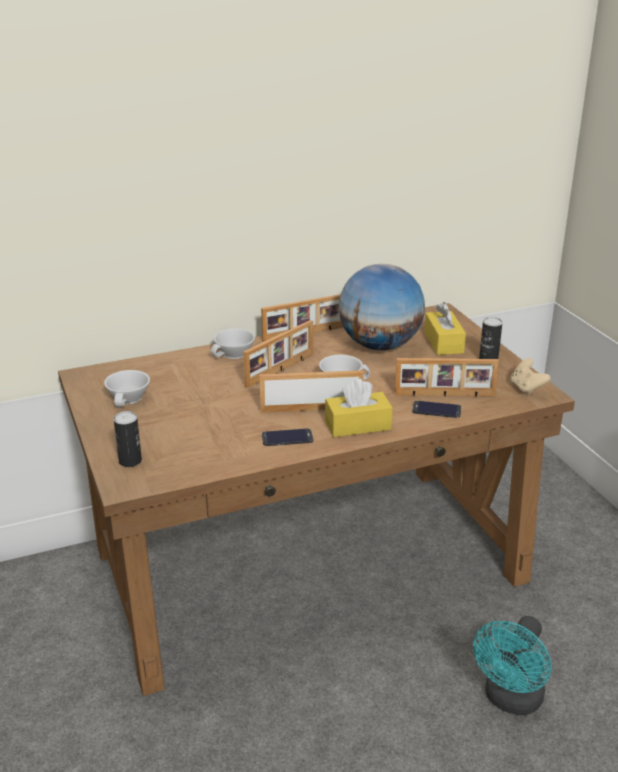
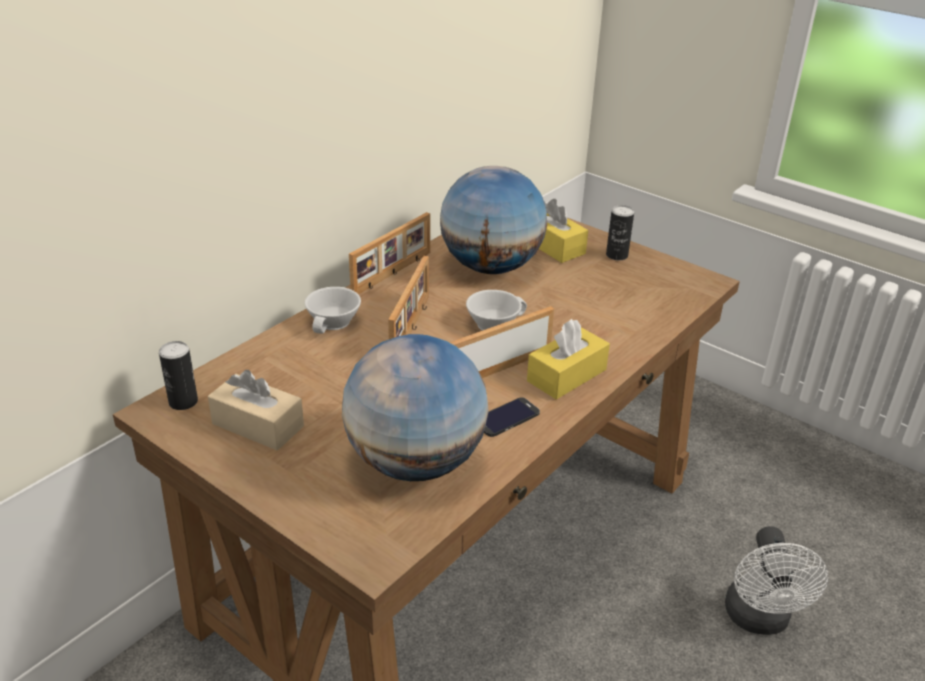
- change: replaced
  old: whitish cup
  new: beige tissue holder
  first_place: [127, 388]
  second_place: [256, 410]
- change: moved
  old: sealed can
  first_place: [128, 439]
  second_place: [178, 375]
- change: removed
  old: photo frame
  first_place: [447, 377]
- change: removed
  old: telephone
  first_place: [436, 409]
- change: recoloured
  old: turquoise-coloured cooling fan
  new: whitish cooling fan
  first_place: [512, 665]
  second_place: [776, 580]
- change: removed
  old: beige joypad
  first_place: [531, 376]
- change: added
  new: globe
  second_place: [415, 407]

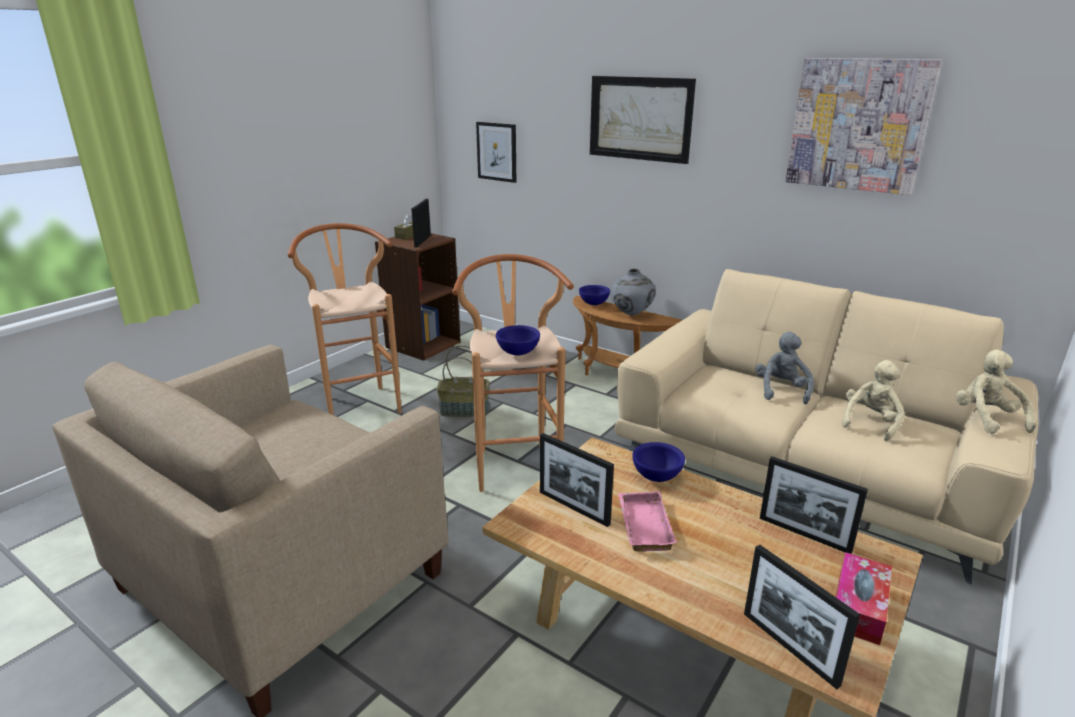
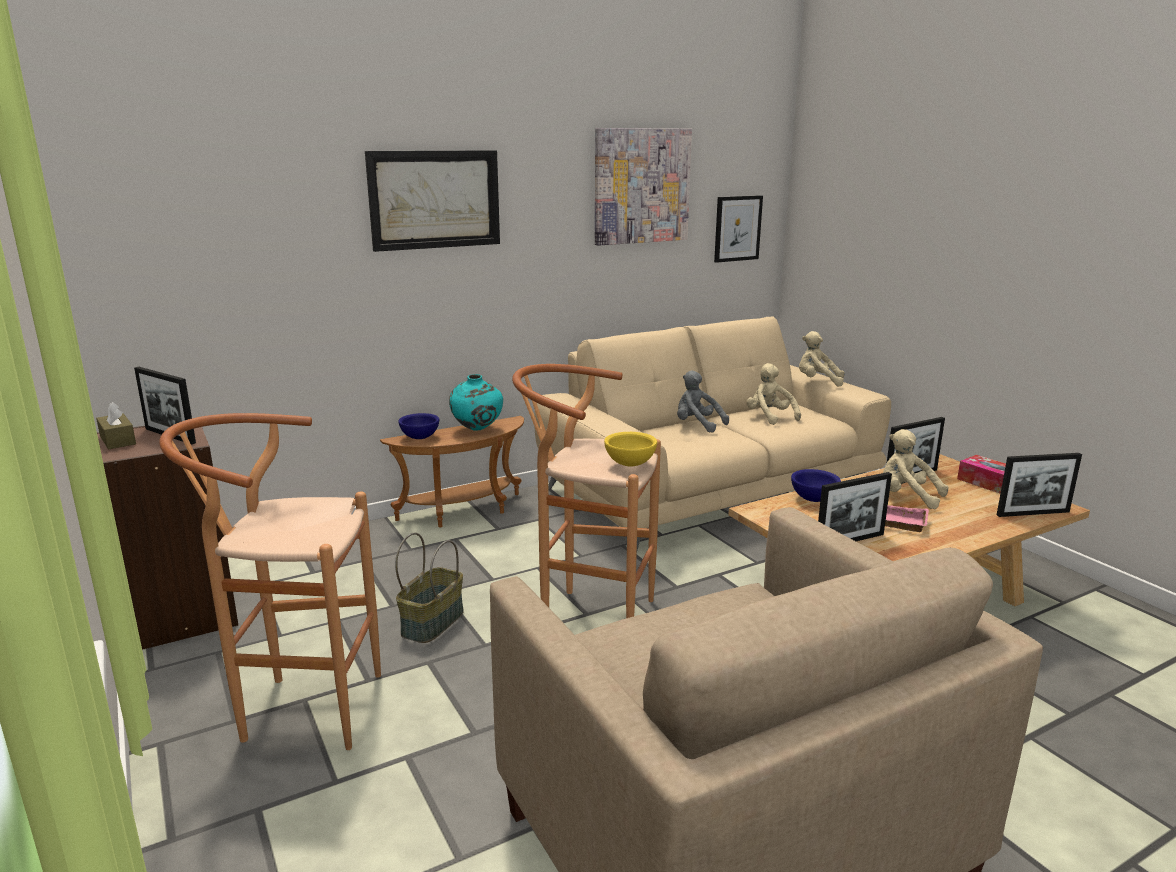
- change: moved
  old: picture
  first_place: [496, 152]
  second_place: [738, 229]
- change: recoloured
  old: blue deep dish
  new: yellowish deep dish
  first_place: [518, 340]
  second_place: [630, 449]
- change: recoloured
  old: gray flower vase
  new: turquoise-coloured flower vase
  first_place: [633, 292]
  second_place: [476, 402]
- change: added
  new: beige plush toy
  second_place: [916, 469]

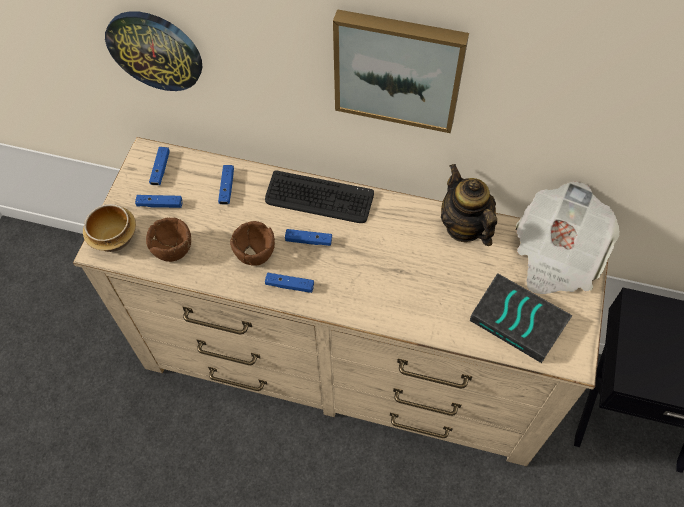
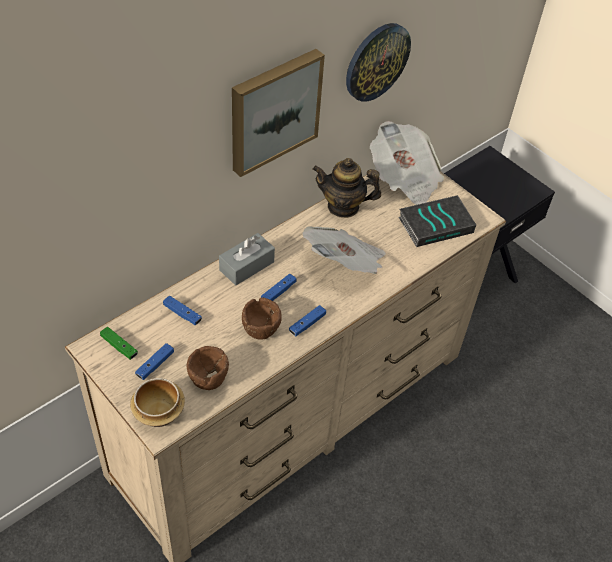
- change: moved
  old: wall clock
  first_place: [153, 51]
  second_place: [378, 62]
- change: recoloured
  old: blue joypad
  new: green joypad
  first_place: [159, 166]
  second_place: [119, 343]
- change: replaced
  old: computer keyboard
  new: gray tissue holder
  first_place: [319, 196]
  second_place: [247, 259]
- change: added
  new: printed paper
  second_place: [344, 250]

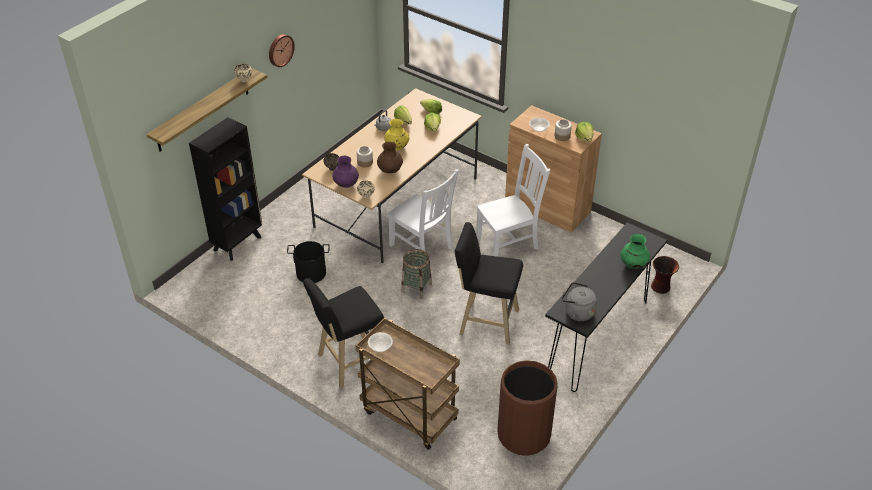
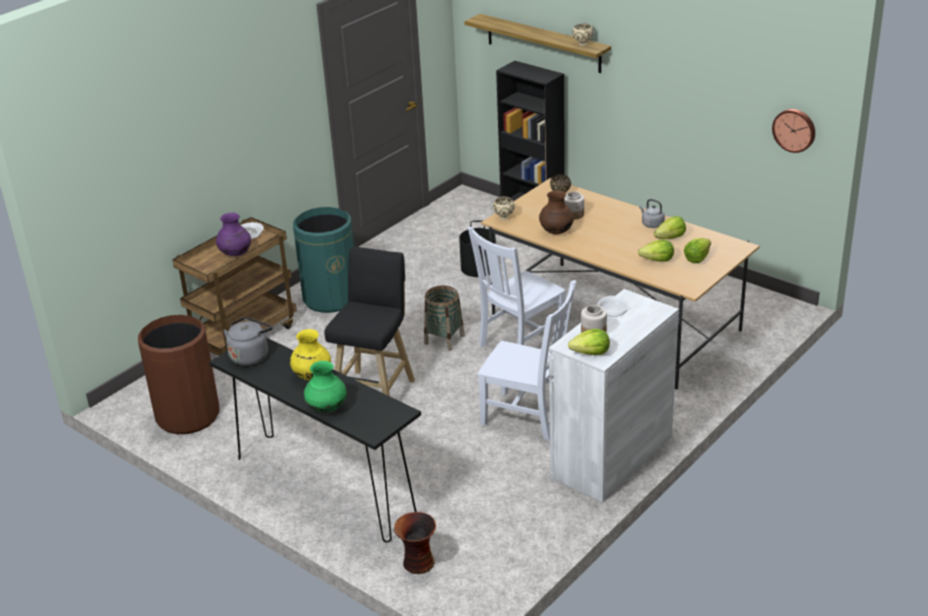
- change: moved
  old: wall clock
  first_place: [282, 50]
  second_place: [793, 131]
- change: replaced
  old: blackish stool
  new: green rubbish bin
  first_place: [343, 333]
  second_place: [323, 260]
- change: moved
  old: purple-coloured flower vase
  first_place: [345, 172]
  second_place: [233, 234]
- change: moved
  old: yellowish flower vase
  first_place: [396, 134]
  second_place: [310, 355]
- change: turned
  old: whitish chair
  first_place: [513, 200]
  second_place: [527, 360]
  degrees: -45
- change: recoloured
  old: brown-coloured storage cabinet
  new: whitish storage cabinet
  first_place: [553, 169]
  second_place: [614, 396]

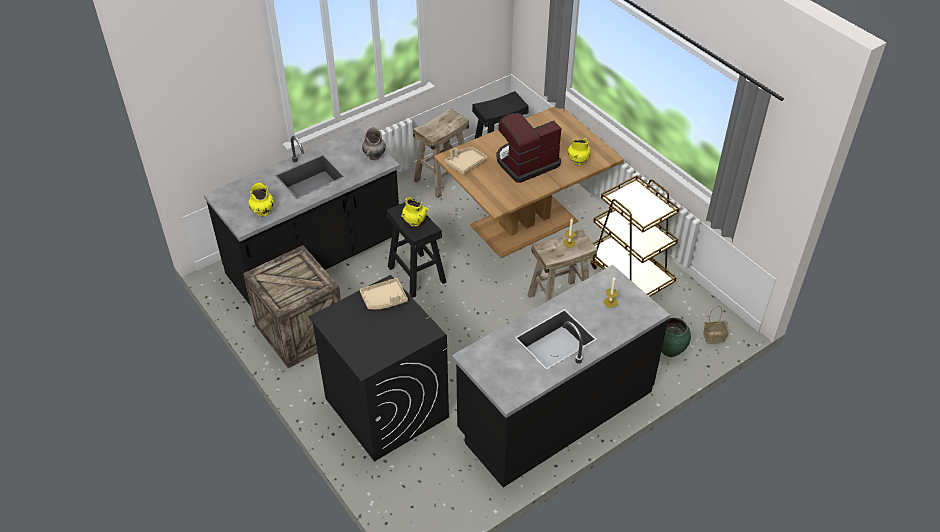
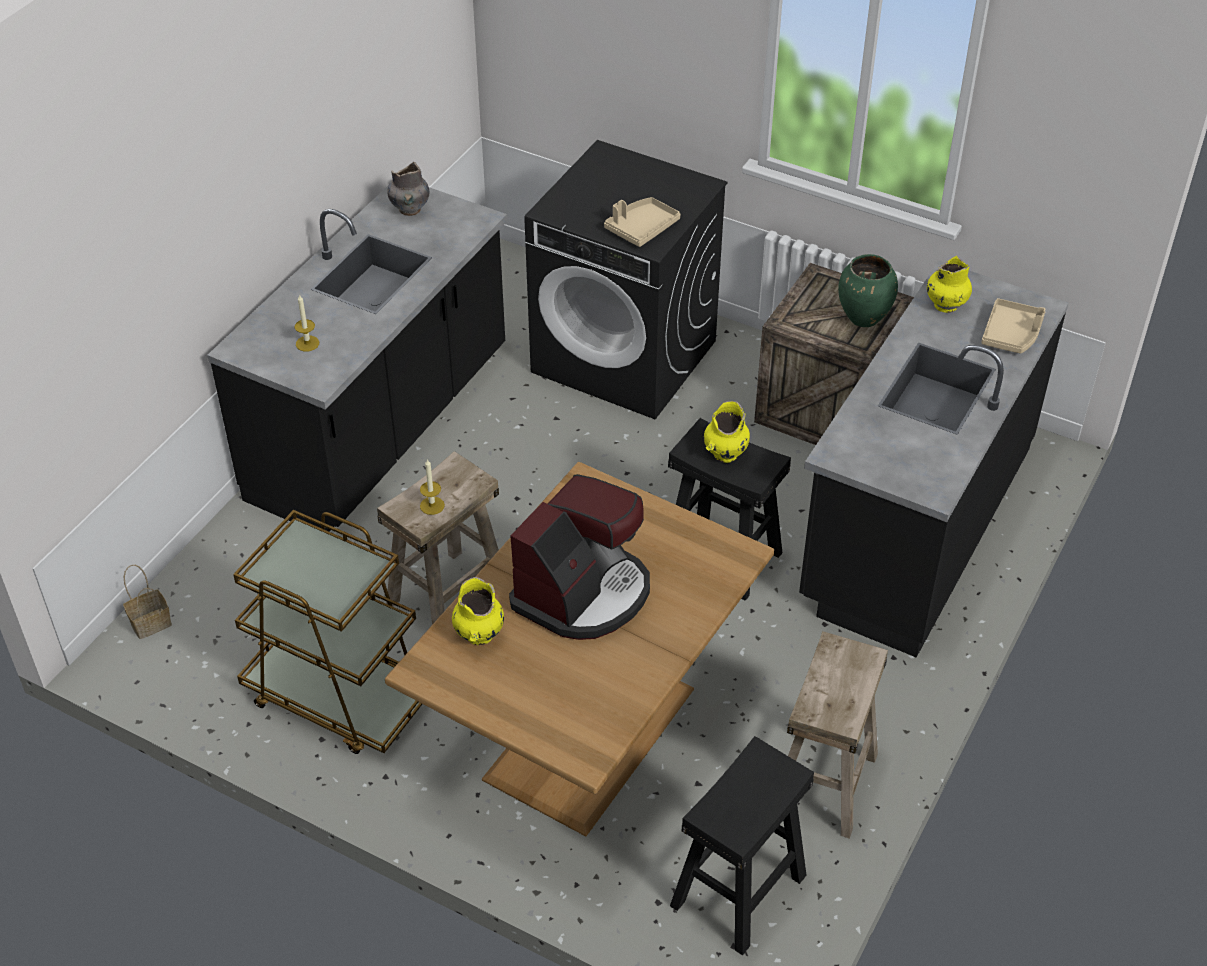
- change: moved
  old: gray flower vase
  first_place: [374, 143]
  second_place: [408, 189]
- change: moved
  old: beige carrying tray
  first_place: [466, 160]
  second_place: [1013, 326]
- change: moved
  old: green flower vase
  first_place: [676, 337]
  second_place: [868, 290]

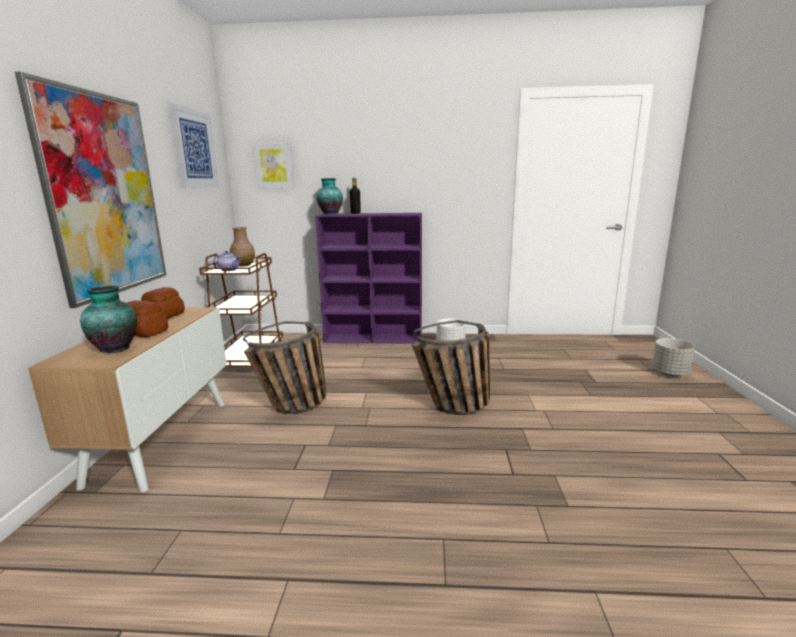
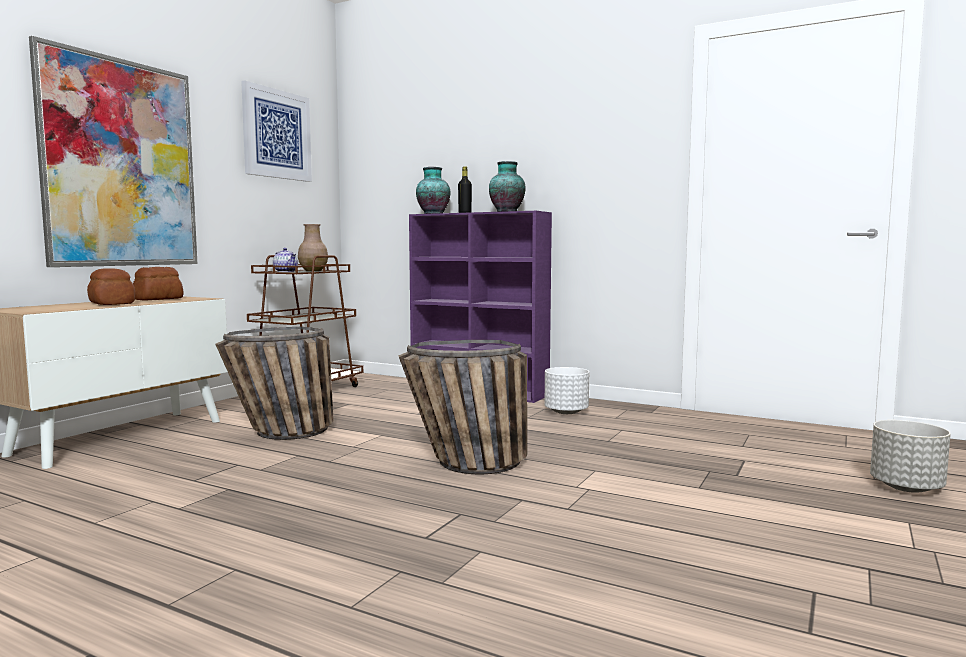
- change: moved
  old: flower vase
  first_place: [108, 319]
  second_place: [507, 186]
- change: removed
  old: picture
  first_place: [273, 165]

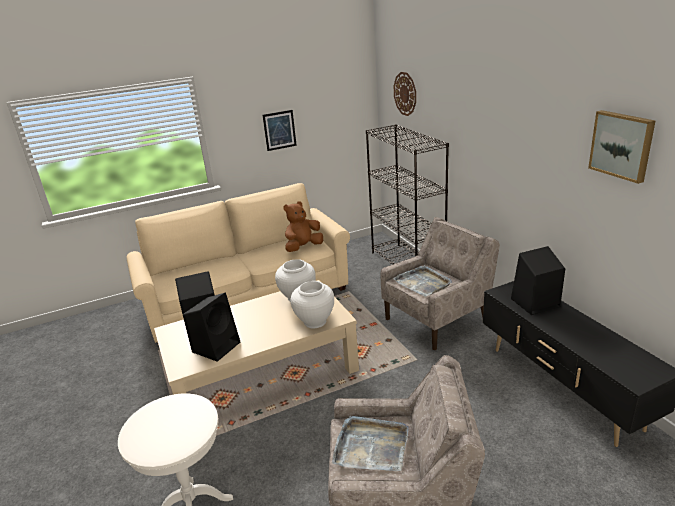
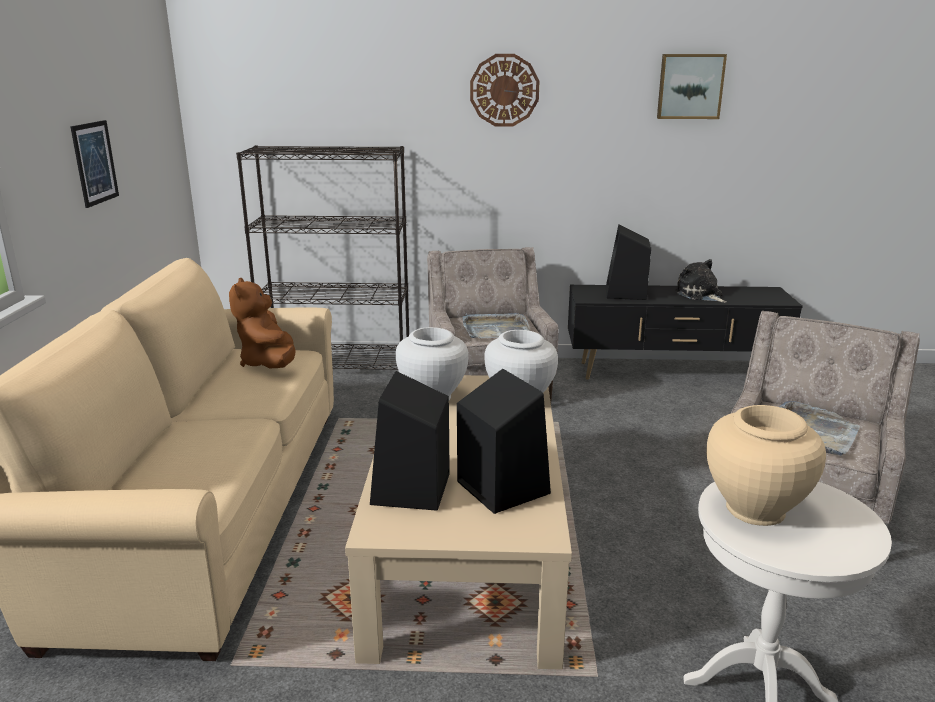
- change: moved
  old: wall clock
  first_place: [405, 94]
  second_place: [504, 90]
- change: added
  new: plush toy
  second_place: [701, 281]
- change: added
  new: beige flower vase
  second_place: [766, 465]

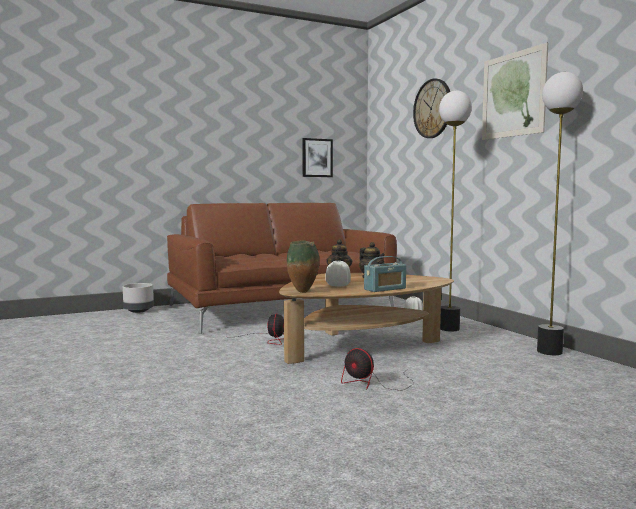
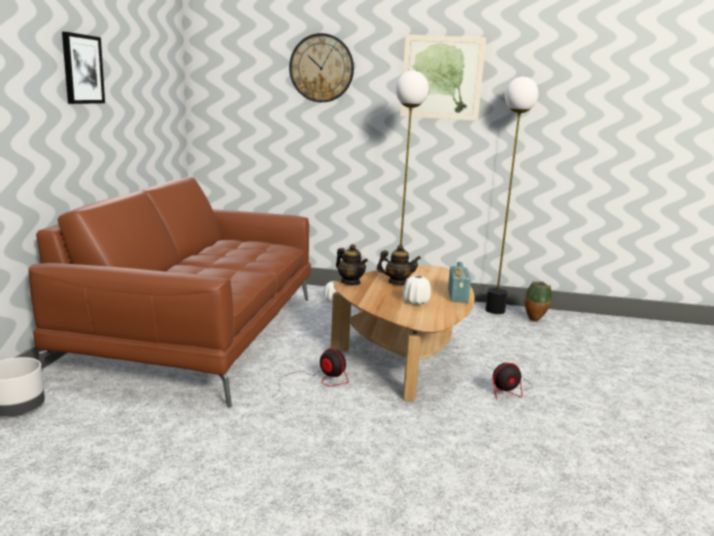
- change: moved
  old: flower vase
  first_place: [303, 266]
  second_place: [538, 301]
- change: moved
  old: picture
  first_place: [318, 157]
  second_place: [83, 68]

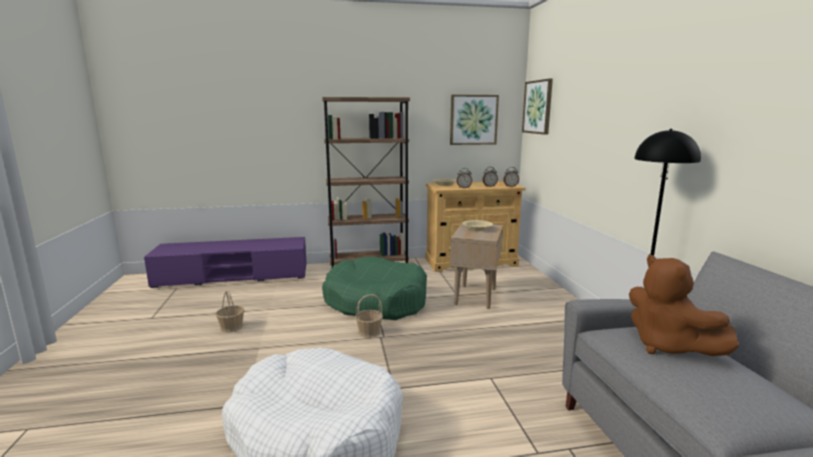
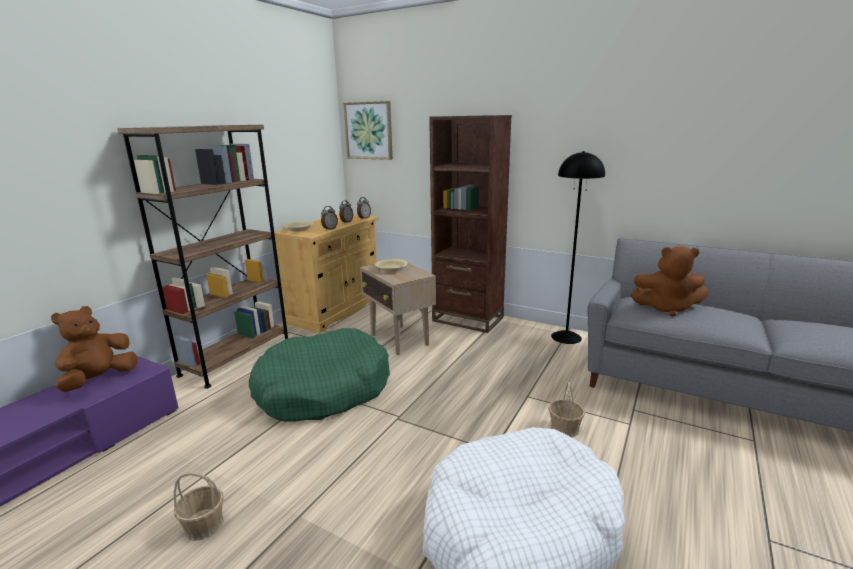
- change: moved
  old: storage basket
  first_place: [369, 316]
  second_place: [566, 409]
- change: removed
  old: picture
  first_place: [474, 120]
- change: added
  new: brown-coloured plush toy
  second_place: [94, 349]
- change: added
  new: brown-coloured bookshelf
  second_place: [470, 224]

